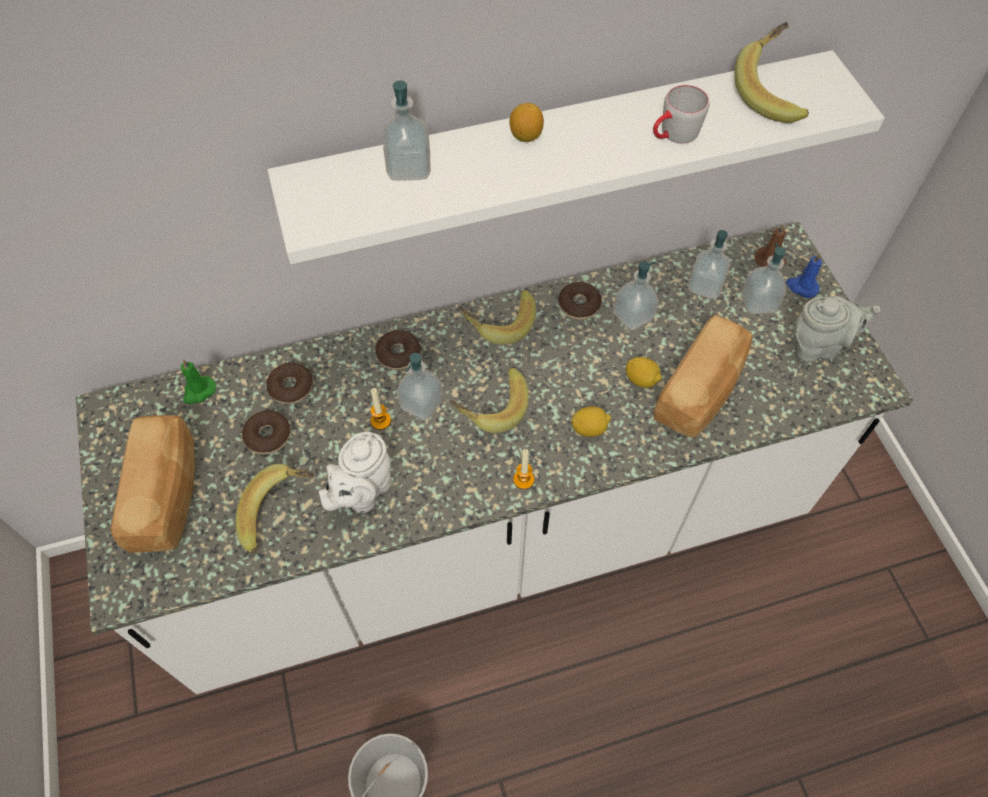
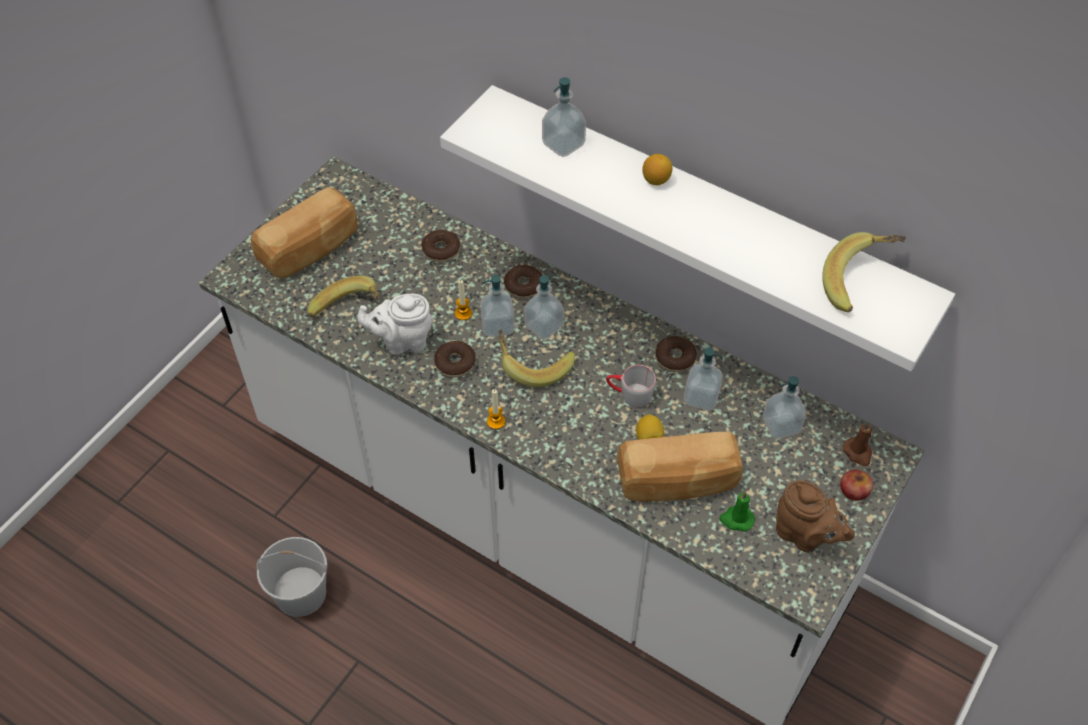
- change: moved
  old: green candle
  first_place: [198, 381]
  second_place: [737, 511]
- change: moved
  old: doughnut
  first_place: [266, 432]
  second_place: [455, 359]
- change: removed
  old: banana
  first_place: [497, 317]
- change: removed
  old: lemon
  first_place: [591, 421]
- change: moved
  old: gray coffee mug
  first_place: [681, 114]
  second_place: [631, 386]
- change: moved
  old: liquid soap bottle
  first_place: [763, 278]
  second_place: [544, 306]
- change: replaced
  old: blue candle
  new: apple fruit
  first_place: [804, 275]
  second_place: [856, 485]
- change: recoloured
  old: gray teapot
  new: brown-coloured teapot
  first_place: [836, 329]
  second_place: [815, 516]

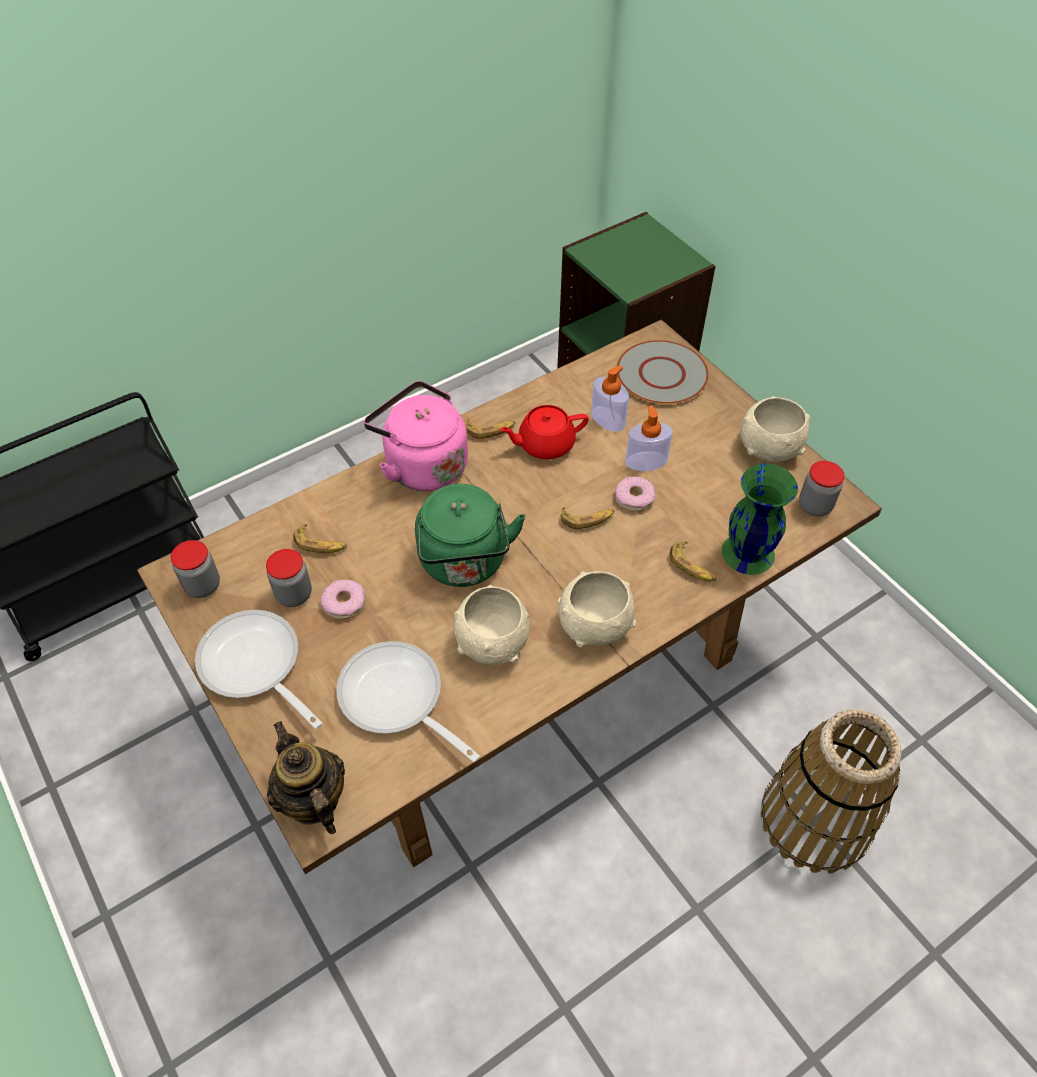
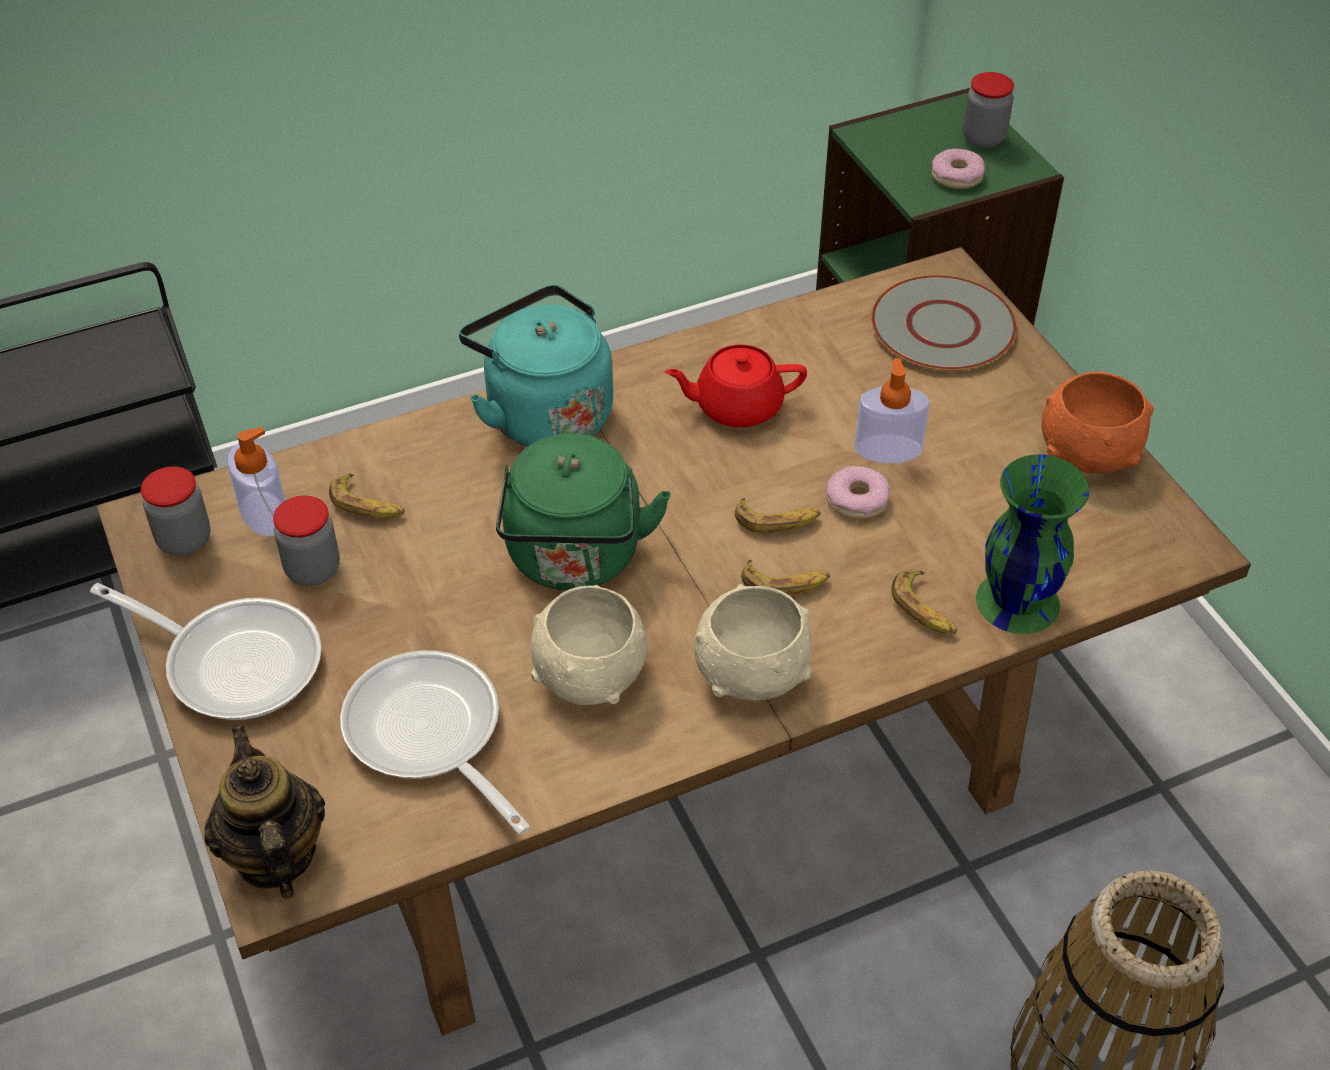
- change: turned
  old: frying pan
  first_place: [258, 669]
  second_place: [206, 651]
  degrees: 150
- change: moved
  old: doughnut
  first_place: [343, 599]
  second_place: [958, 168]
- change: recoloured
  old: pink tea kettle
  new: turquoise-coloured tea kettle
  first_place: [416, 436]
  second_place: [536, 366]
- change: moved
  old: banana
  first_place: [490, 429]
  second_place: [785, 577]
- change: moved
  old: liquid soap bottle
  first_place: [610, 398]
  second_place: [256, 482]
- change: recoloured
  old: beige deep dish
  new: orangey deep dish
  first_place: [775, 429]
  second_place: [1098, 422]
- change: moved
  old: storage jar
  first_place: [822, 488]
  second_place: [988, 110]

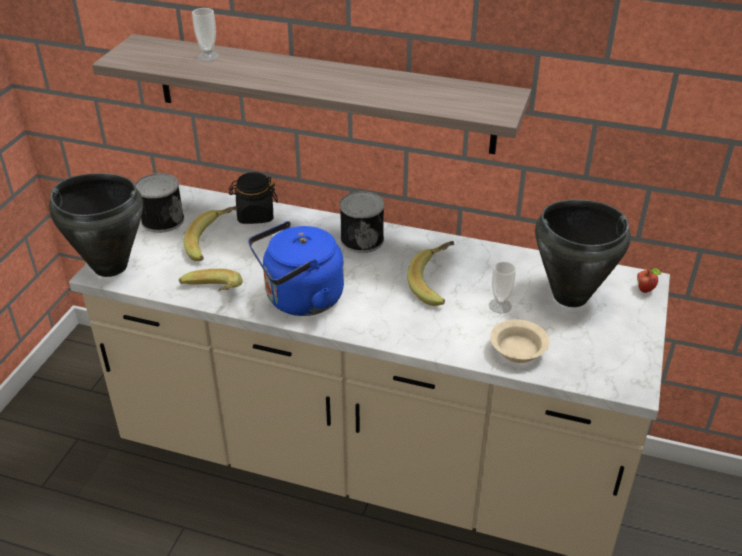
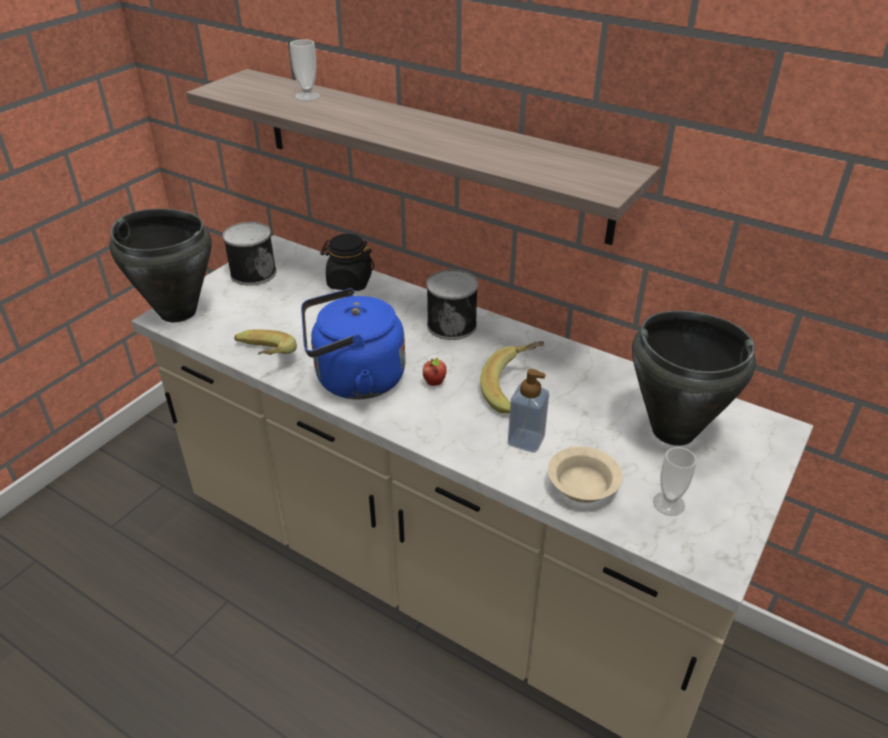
- change: removed
  old: banana
  first_place: [210, 233]
- change: moved
  old: cup
  first_place: [502, 287]
  second_place: [675, 481]
- change: moved
  old: apple fruit
  first_place: [649, 280]
  second_place: [435, 372]
- change: added
  new: liquid soap bottle
  second_place: [528, 411]

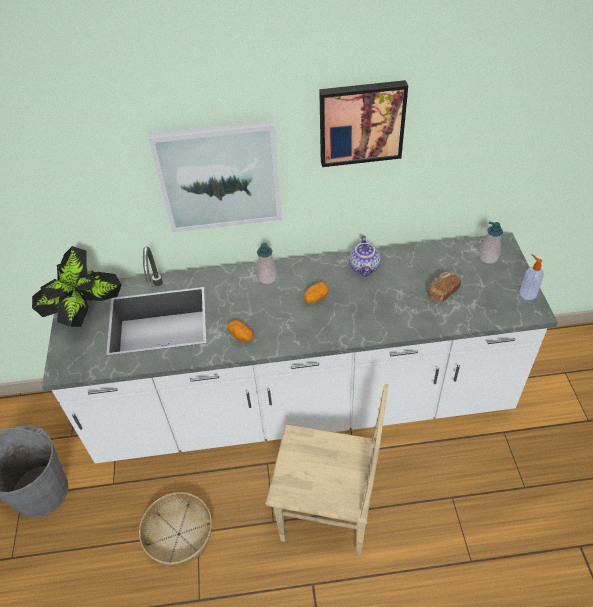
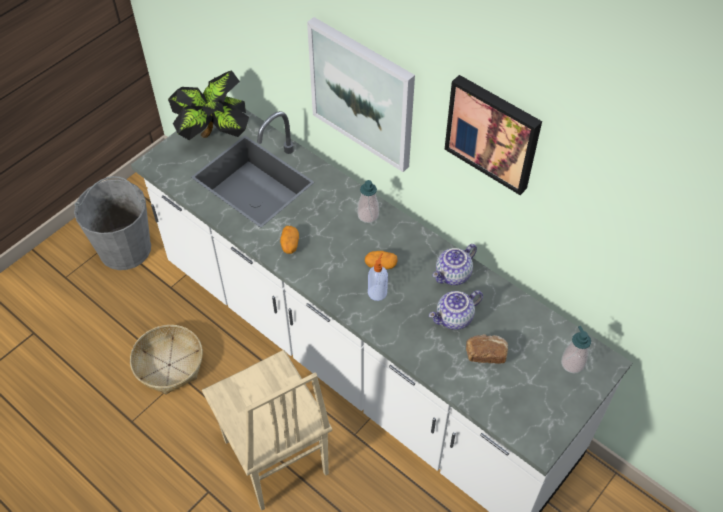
- change: moved
  old: liquid soap bottle
  first_place: [531, 277]
  second_place: [378, 277]
- change: added
  new: teapot
  second_place: [456, 310]

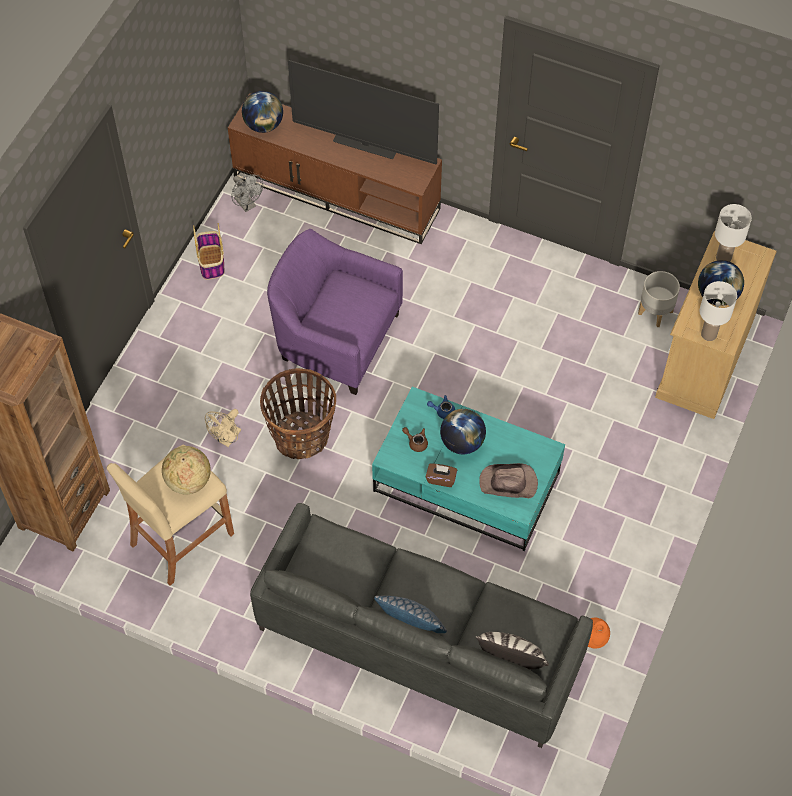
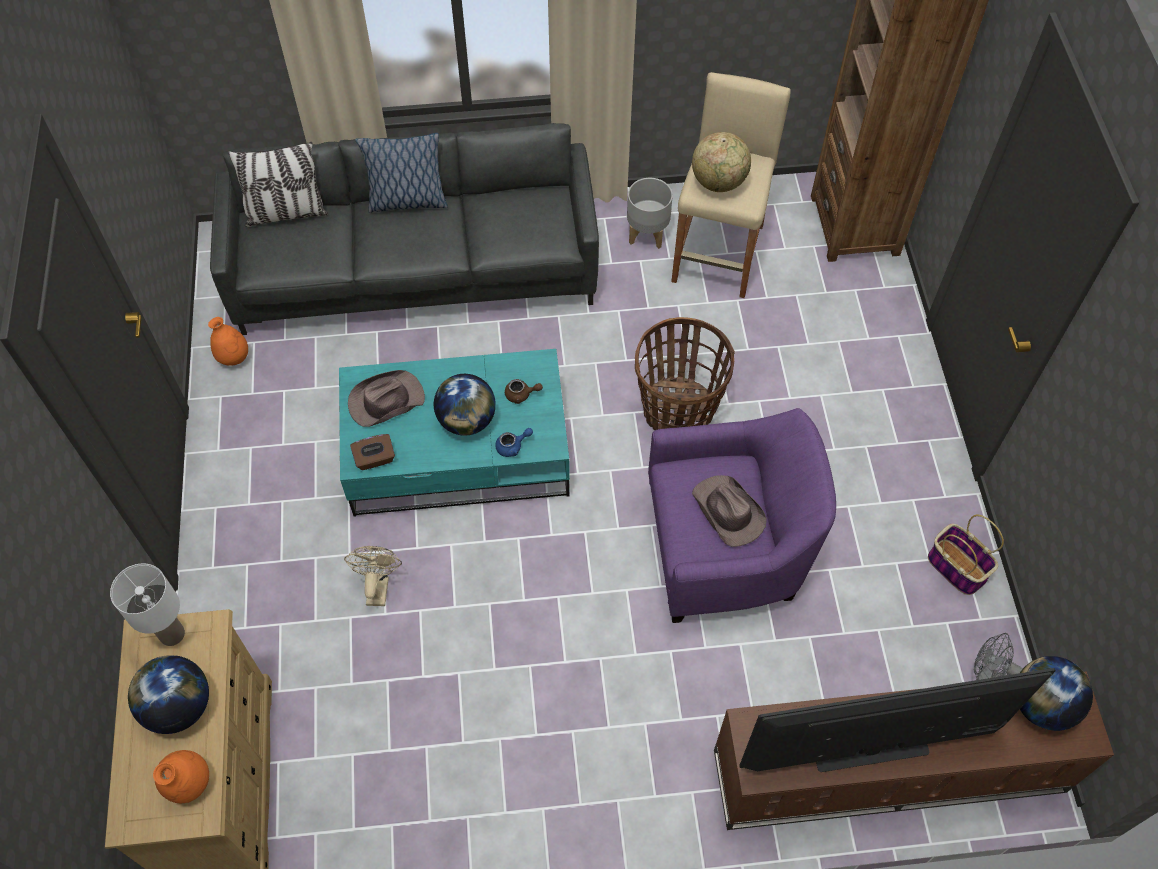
- change: moved
  old: beige cooling fan
  first_place: [223, 428]
  second_place: [373, 576]
- change: moved
  old: brown-coloured tissue holder
  first_place: [441, 475]
  second_place: [372, 452]
- change: moved
  old: gray plant pot
  first_place: [659, 299]
  second_place: [650, 213]
- change: replaced
  old: whitish lamp for a table
  new: orangey flower vase
  first_place: [733, 233]
  second_place: [181, 776]
- change: added
  new: brown-coloured hat
  second_place: [729, 511]

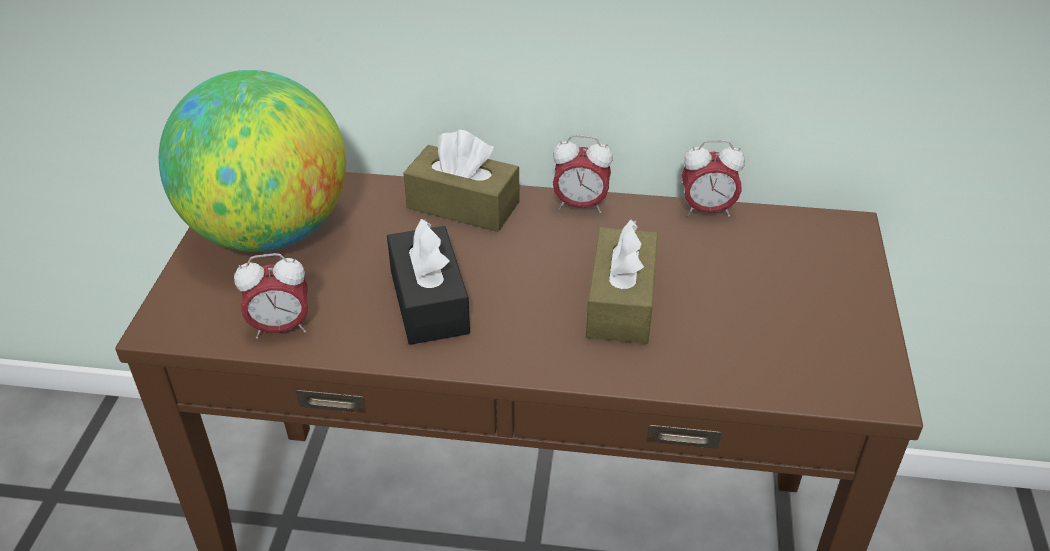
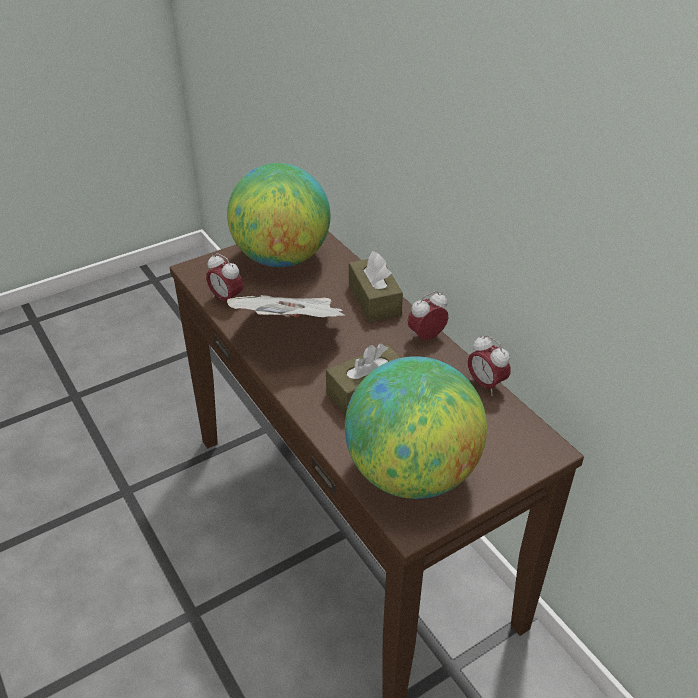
- change: replaced
  old: blackish tissue holder
  new: printed paper
  first_place: [428, 282]
  second_place: [286, 306]
- change: turned
  old: alarm clock
  first_place: [583, 174]
  second_place: [428, 315]
  degrees: 90
- change: added
  new: globe
  second_place: [416, 427]

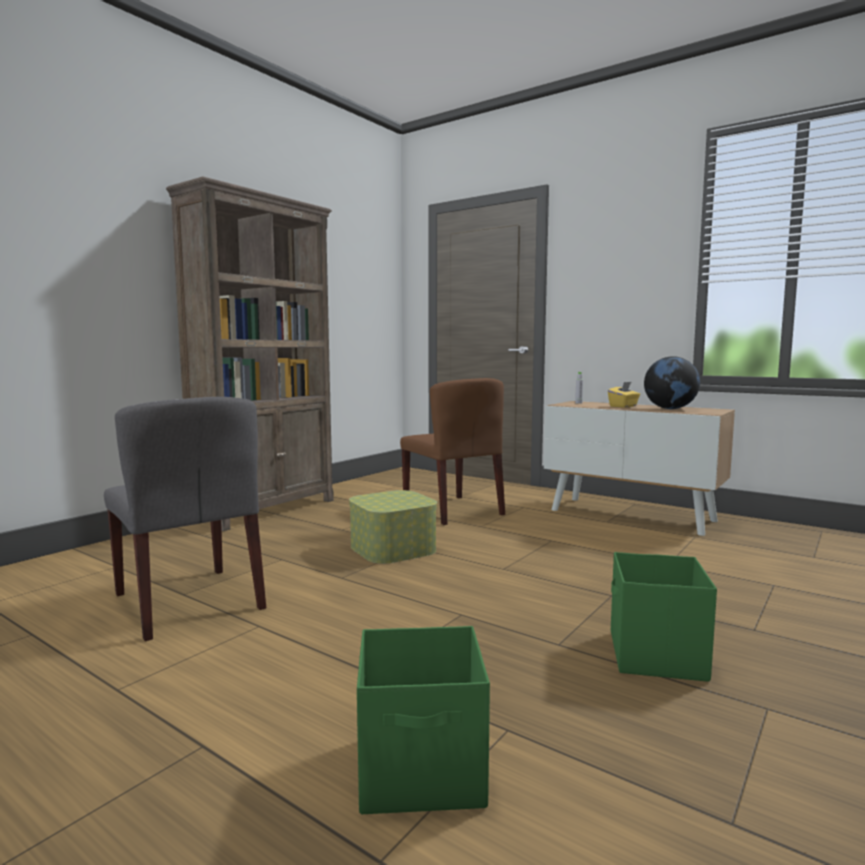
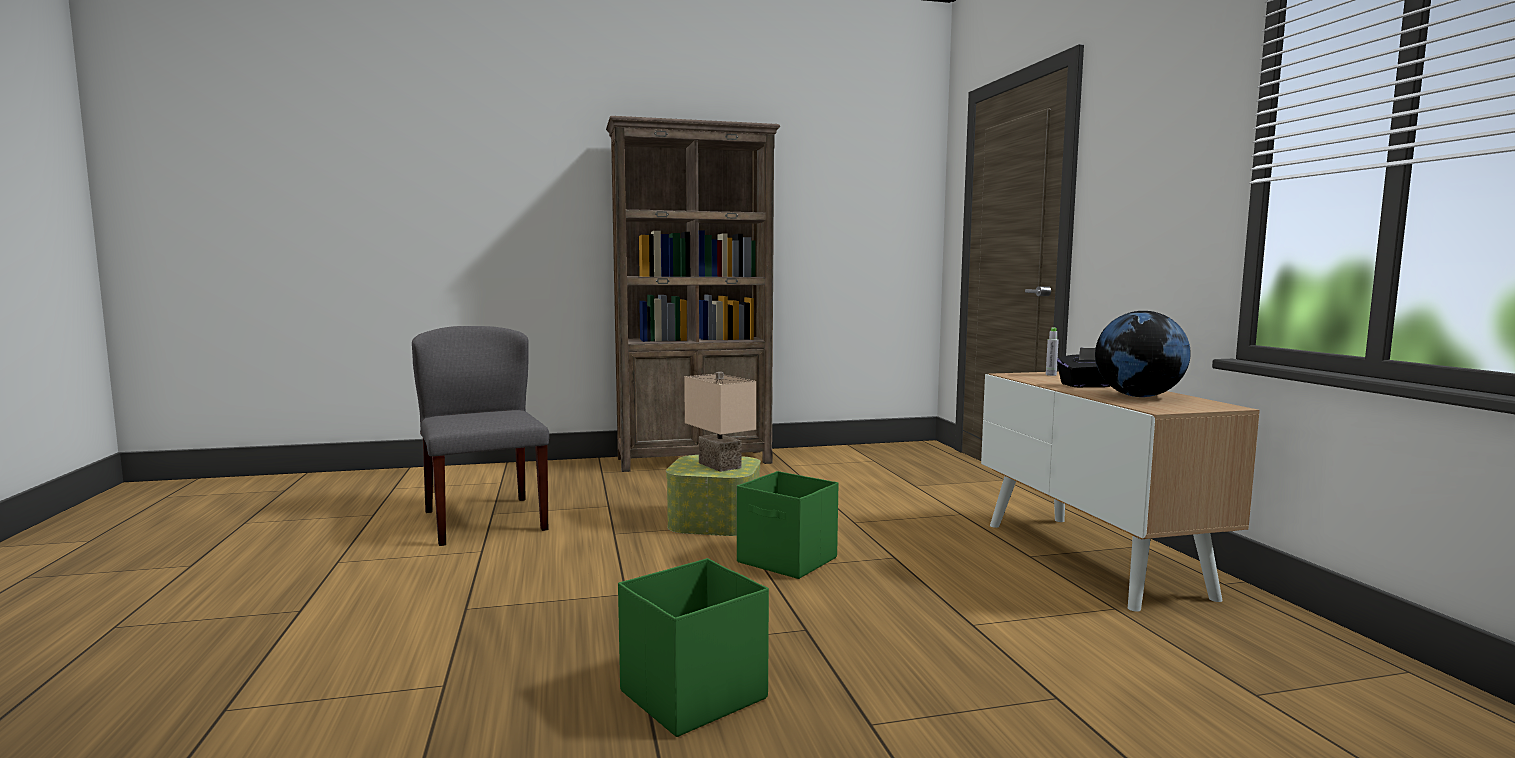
- change: turned
  old: gray chair
  first_place: [185, 519]
  second_place: [480, 436]
  degrees: 150
- change: moved
  old: green storage bin
  first_place: [423, 720]
  second_place: [788, 525]
- change: removed
  old: brown-coloured chair
  first_place: [452, 451]
- change: recoloured
  old: yellowish tissue holder
  new: blackish tissue holder
  first_place: [624, 395]
  second_place: [1083, 367]
- change: added
  new: beige lamp for a table
  second_place: [720, 422]

